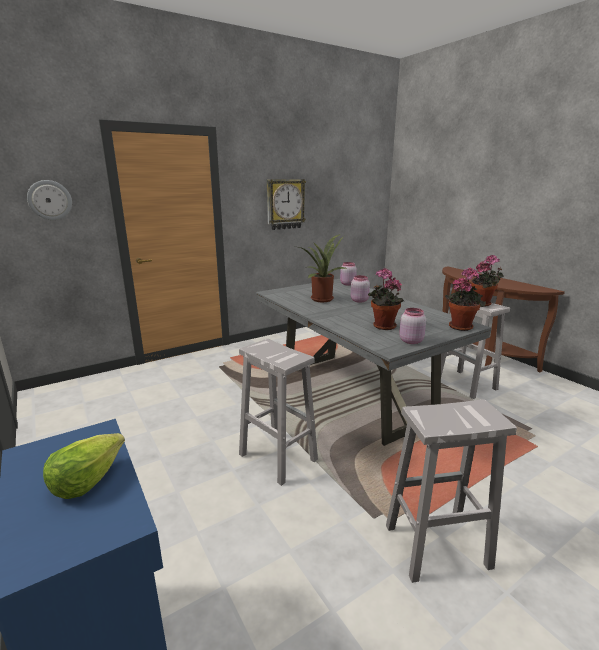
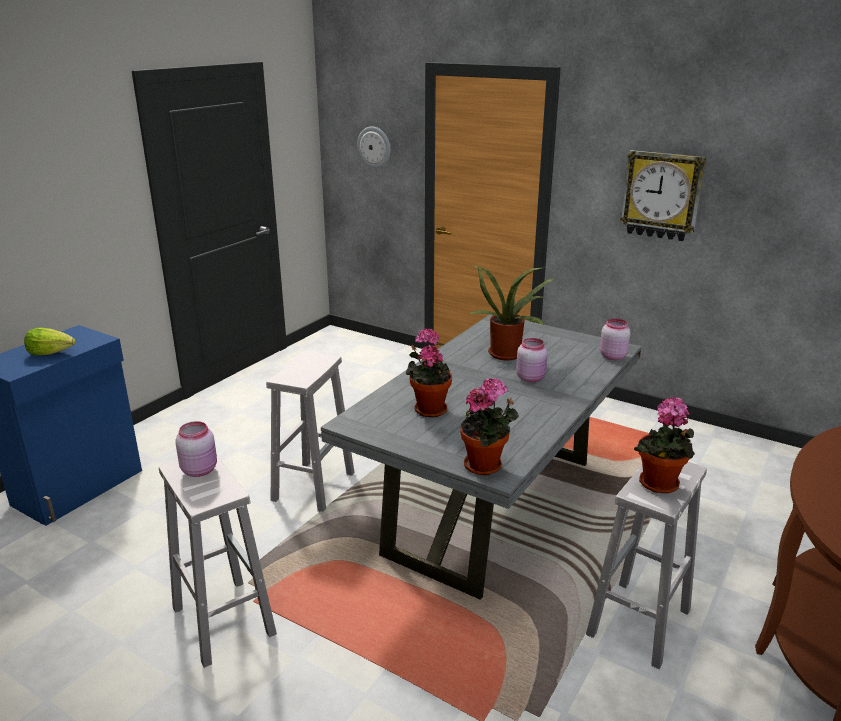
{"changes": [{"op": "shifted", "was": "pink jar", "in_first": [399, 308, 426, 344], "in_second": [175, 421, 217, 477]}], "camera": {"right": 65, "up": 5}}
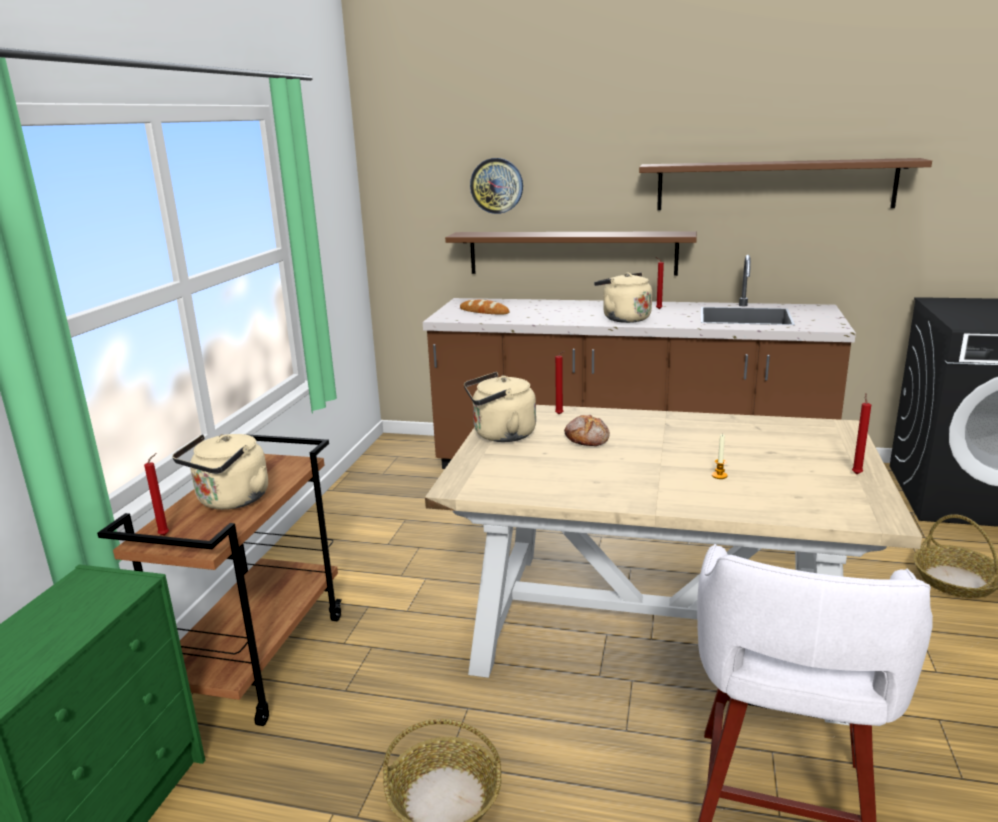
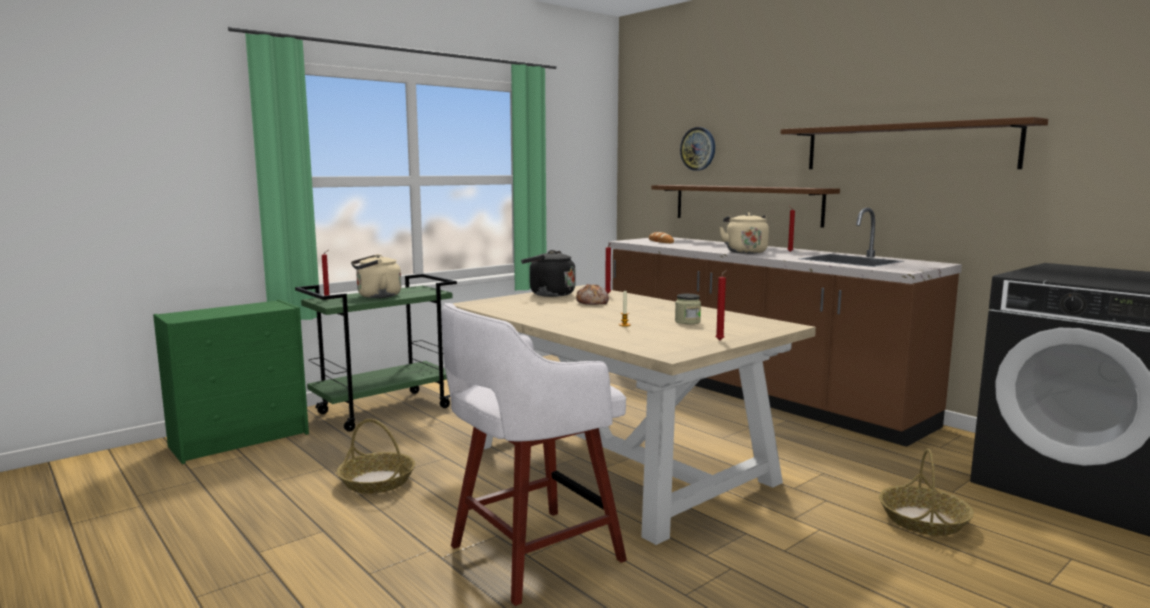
{"changes": [{"op": "repainted", "was": "beige kettle", "now": "black kettle", "in_first": [464, 372, 536, 442], "in_second": [521, 250, 575, 297]}, {"op": "repainted", "was": "brown cart", "now": "green cart", "in_first": [97, 434, 342, 726], "in_second": [295, 274, 457, 432]}, {"op": "new", "now": "jar", "in_second": [675, 294, 701, 324]}], "camera": {"right": 35, "up": -10}}
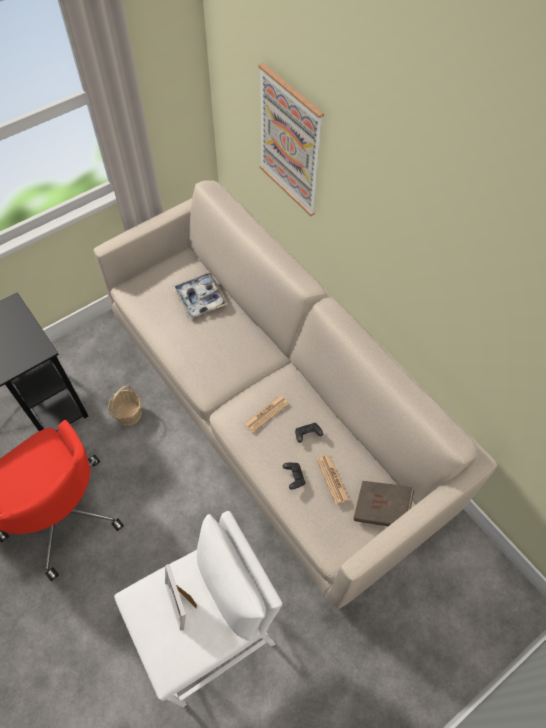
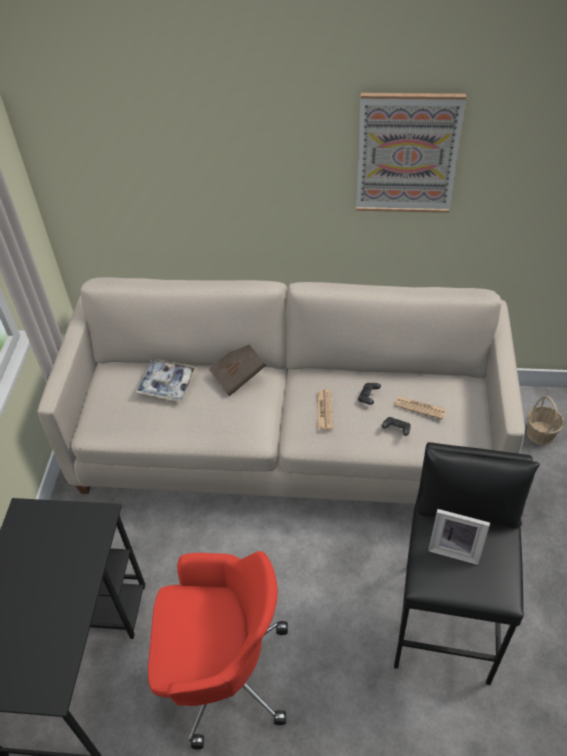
{"changes": [{"op": "shifted", "was": "picture", "in_first": [258, 63, 324, 216], "in_second": [356, 93, 466, 213]}, {"op": "shifted", "was": "basket", "in_first": [108, 385, 142, 426], "in_second": [526, 396, 564, 445]}, {"op": "shifted", "was": "brown book", "in_first": [354, 481, 414, 526], "in_second": [209, 345, 266, 396]}, {"op": "repainted", "was": "white stool", "now": "black stool", "in_first": [114, 511, 282, 707], "in_second": [394, 442, 540, 685]}], "camera": {"right": -45, "up": -10}}
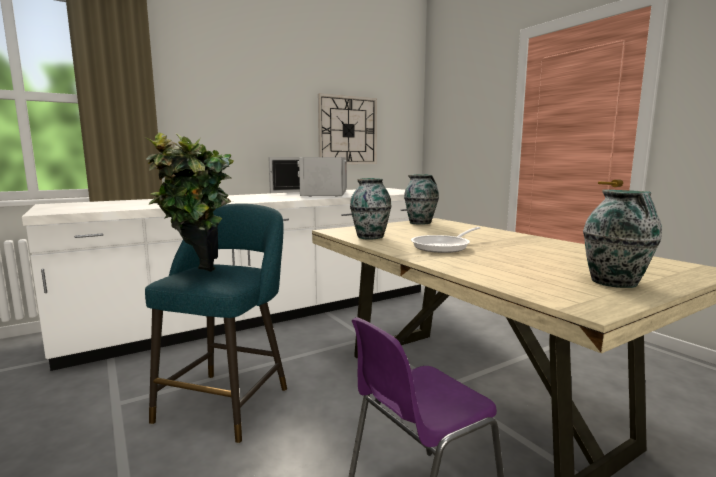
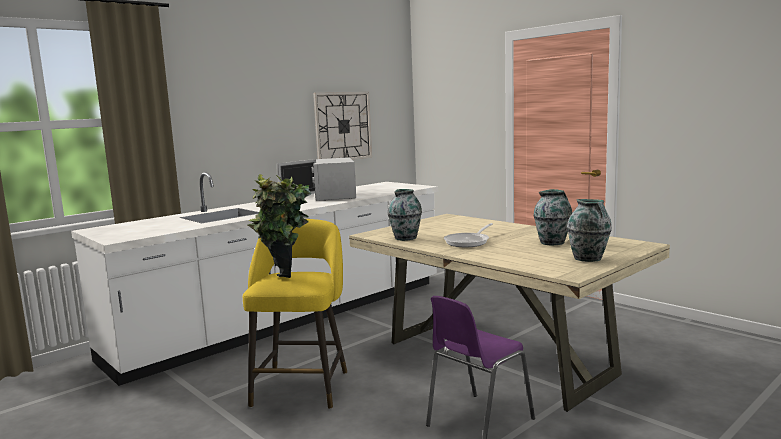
{"changes": [{"op": "shifted", "was": "vase", "in_first": [404, 174, 439, 224], "in_second": [534, 189, 572, 245]}, {"op": "repainted", "was": "turquoise stool", "now": "yellow stool", "in_first": [145, 203, 287, 444], "in_second": [243, 219, 347, 409]}], "camera": {"right": -10, "up": 0}}
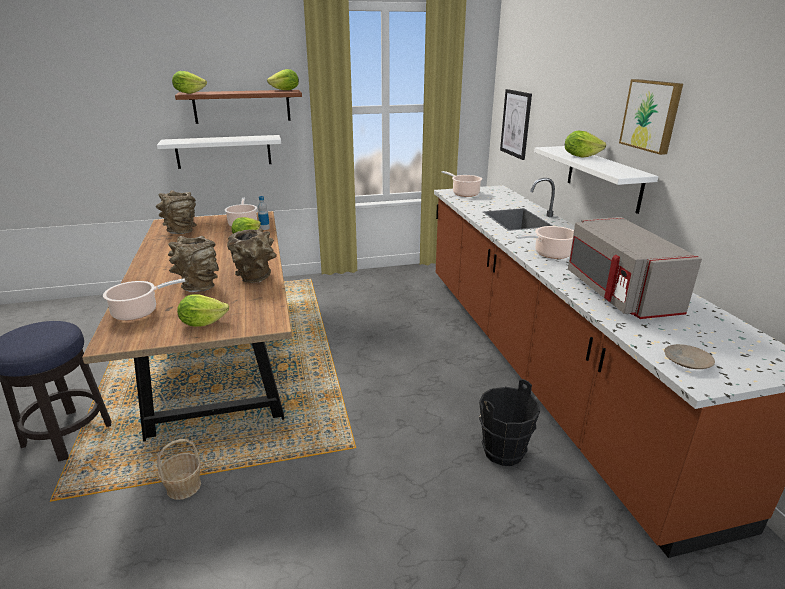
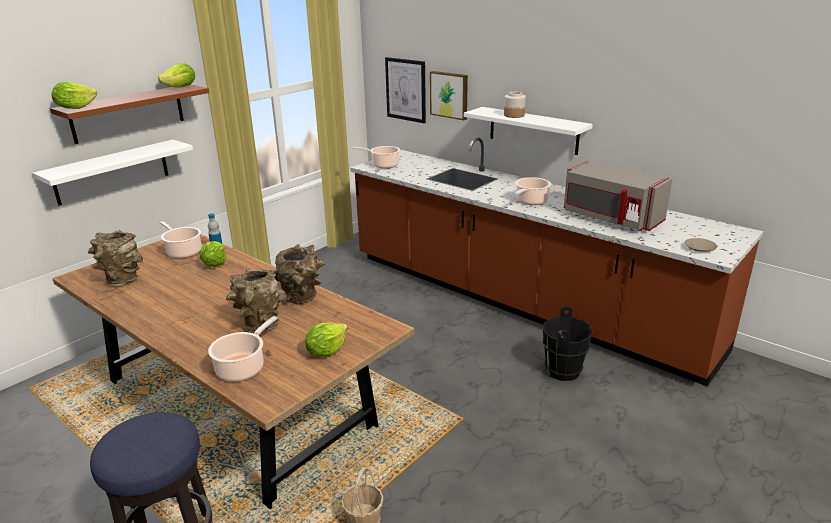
{"changes": [{"op": "shifted", "was": "picture", "in_first": [619, 79, 683, 155], "in_second": [430, 71, 468, 120]}, {"op": "swapped", "was": "lettuce", "now": "jar", "in_first": [565, 131, 606, 158], "in_second": [504, 91, 526, 118]}], "camera": {"right": -35, "up": 0}}
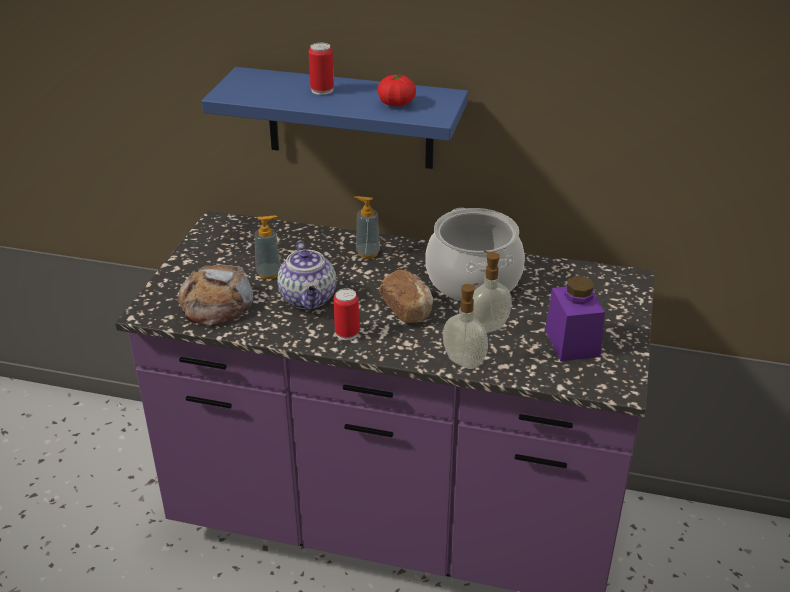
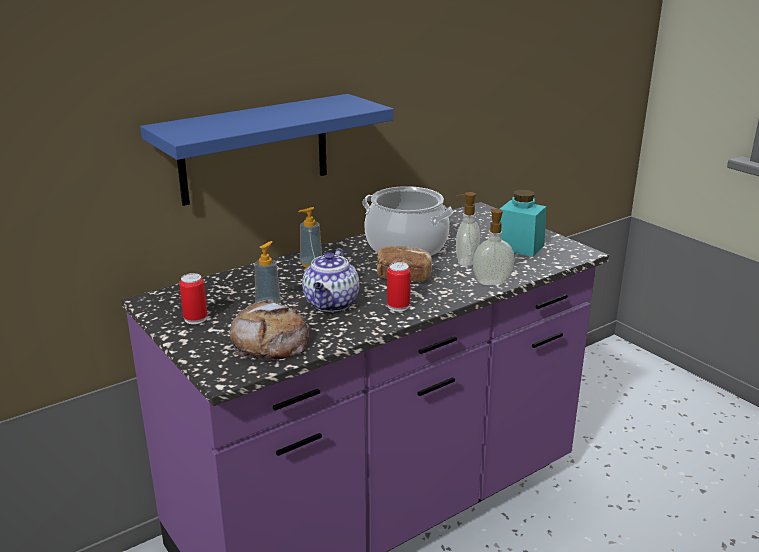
{"changes": [{"op": "shifted", "was": "can", "in_first": [309, 43, 334, 95], "in_second": [179, 273, 207, 324]}, {"op": "gone", "was": "tomato", "in_first": [378, 75, 416, 107]}, {"op": "rotated", "was": "teapot", "in_first": [277, 240, 336, 310], "in_second": [302, 248, 359, 312], "clockwise": 75}, {"op": "repainted", "was": "purple jar", "now": "turquoise jar", "in_first": [545, 276, 605, 361], "in_second": [500, 190, 546, 257]}], "camera": {"right": -50, "up": -10}}
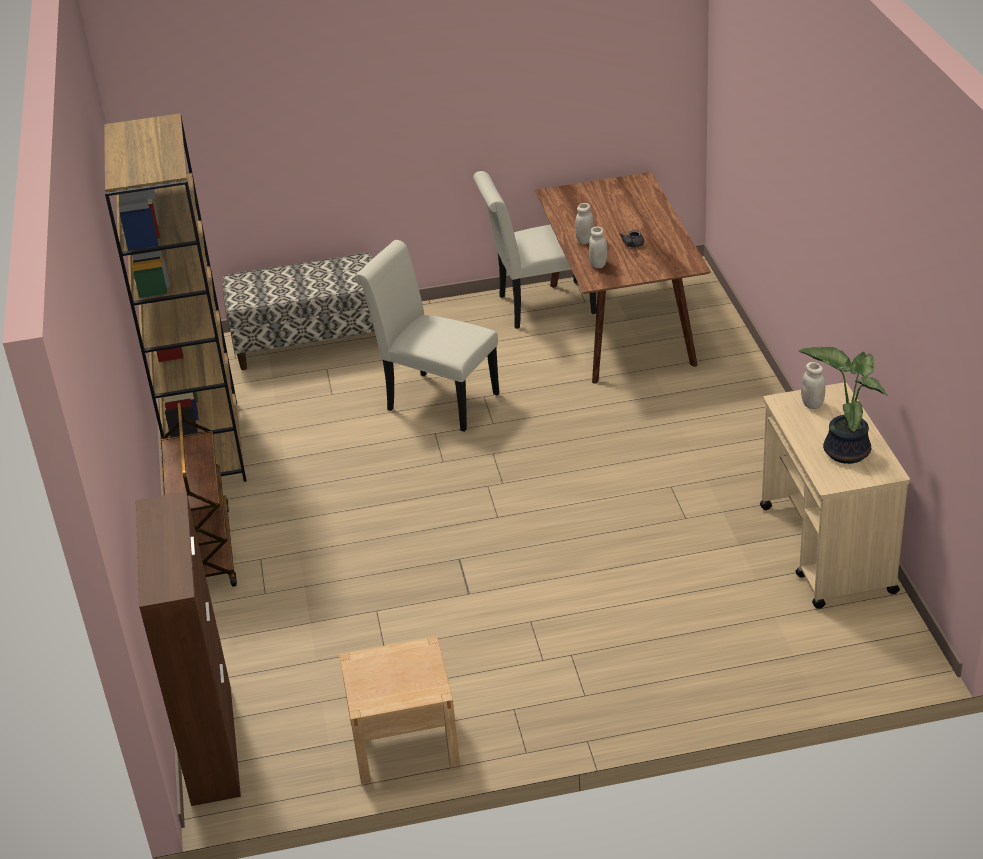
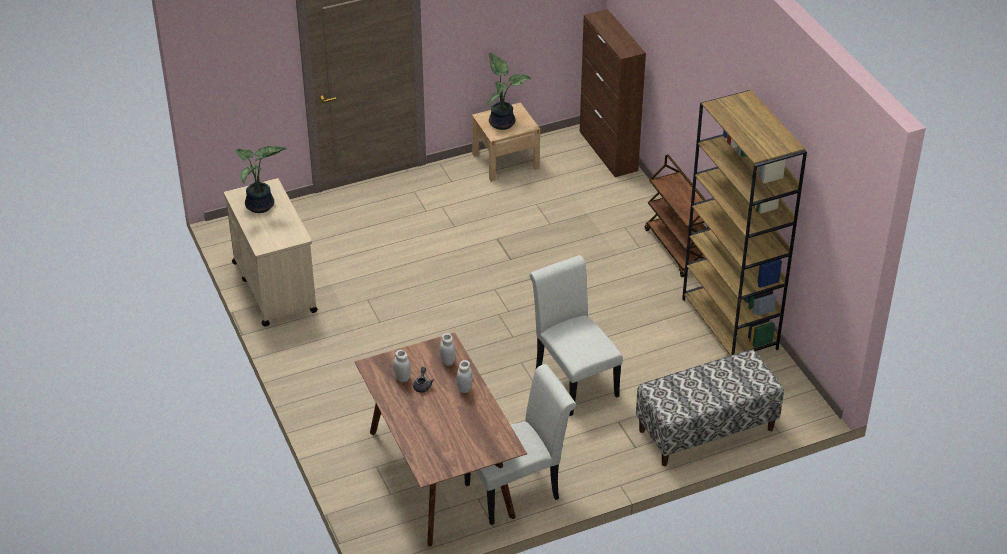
{"changes": [{"op": "rotated", "was": "white chair", "in_first": [354, 240, 499, 432], "in_second": [529, 255, 623, 416], "clockwise": -135}, {"op": "shifted", "was": "white jar", "in_first": [801, 362, 825, 409], "in_second": [393, 350, 411, 382]}, {"op": "new", "now": "potted plant", "in_second": [485, 53, 531, 130]}], "camera": {"right": 165, "up": 5}}
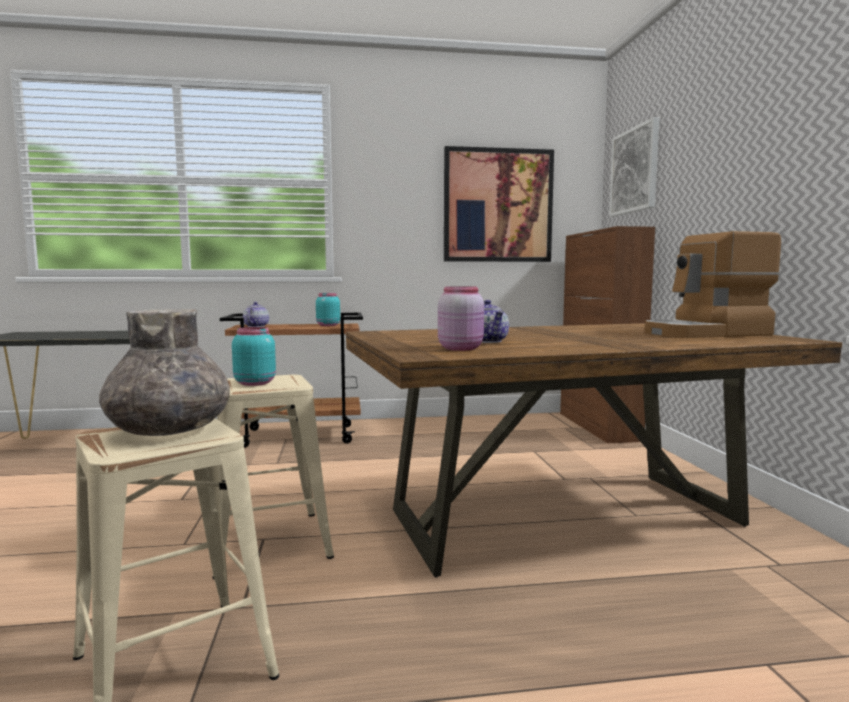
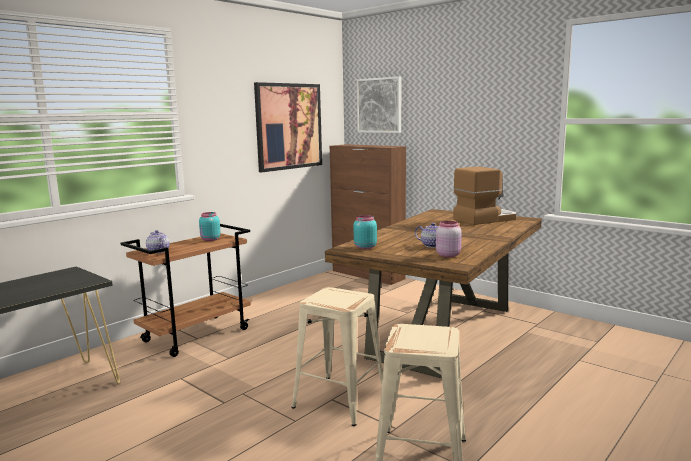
{"changes": [{"op": "rotated", "was": "coffee machine", "in_first": [644, 231, 781, 338], "in_second": [453, 167, 516, 225], "clockwise": -150}, {"op": "gone", "was": "grey vase", "in_first": [99, 309, 230, 436]}, {"op": "shifted", "was": "turquoise jar", "in_first": [232, 327, 276, 386], "in_second": [353, 215, 377, 249]}], "camera": {"right": -40, "up": 5}}
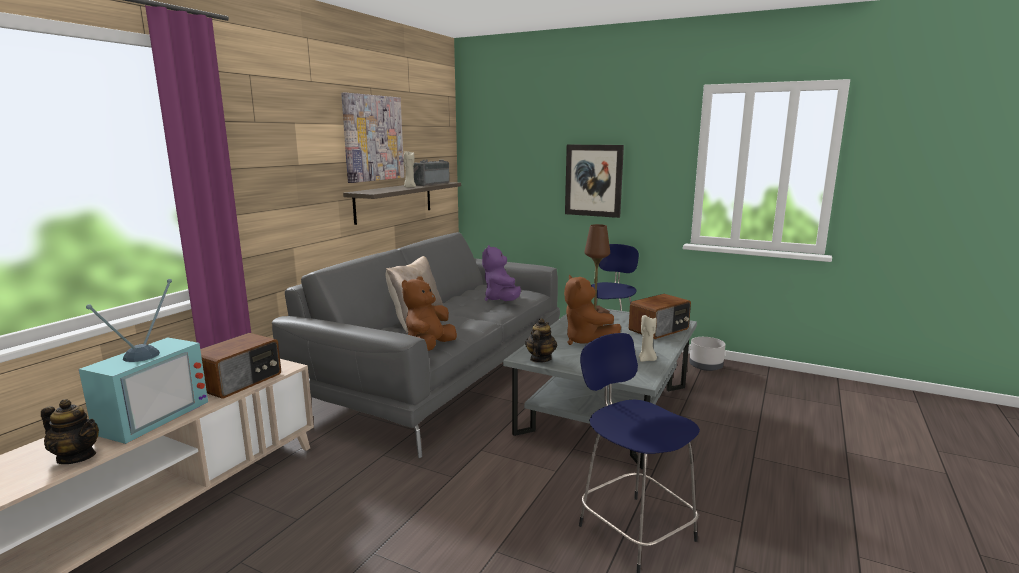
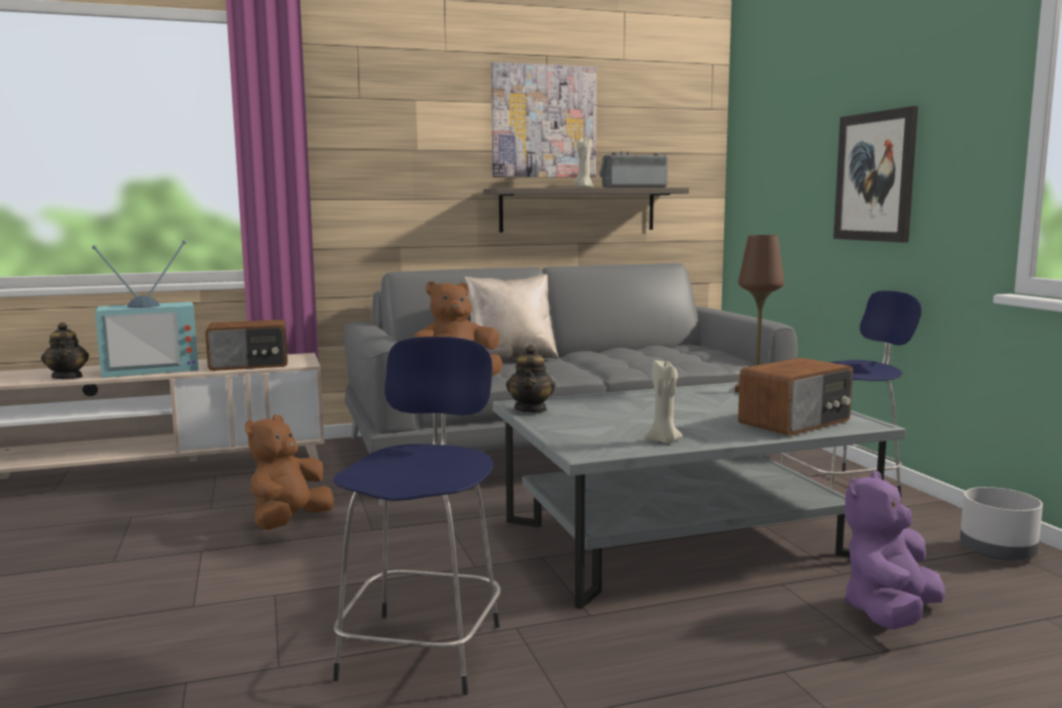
{"changes": [{"op": "shifted", "was": "purple plush toy", "in_first": [482, 245, 521, 301], "in_second": [844, 471, 945, 630]}, {"op": "shifted", "was": "brown plush toy", "in_first": [564, 275, 621, 345], "in_second": [245, 415, 334, 530]}, {"op": "rotated", "was": "radio", "in_first": [629, 294, 691, 339], "in_second": [738, 358, 853, 436], "clockwise": -45}, {"op": "rotated", "was": "teapot", "in_first": [525, 318, 557, 363], "in_second": [506, 345, 555, 413], "clockwise": 120}], "camera": {"right": 45, "up": -5}}
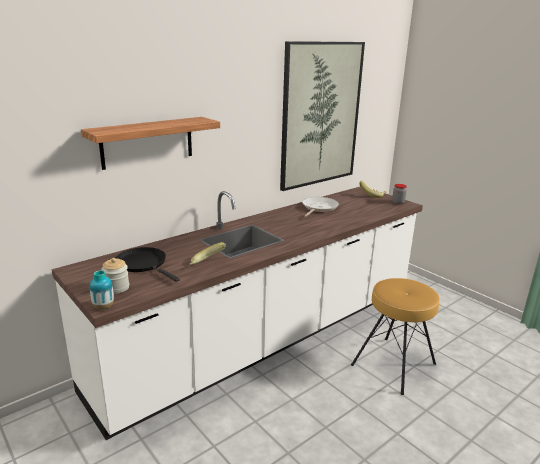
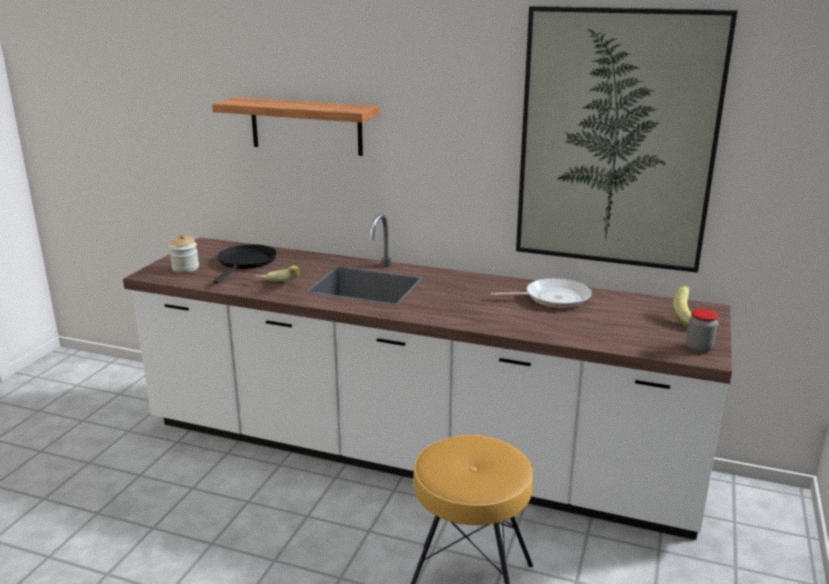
{"changes": [{"op": "gone", "was": "vase", "in_first": [90, 270, 114, 310]}], "camera": {"right": 60, "up": 0}}
